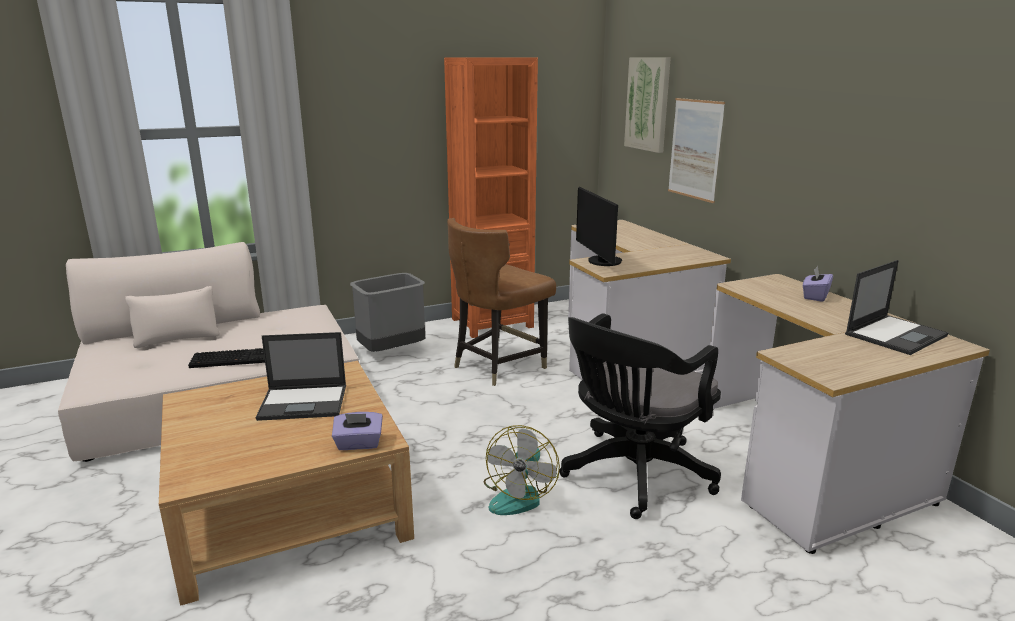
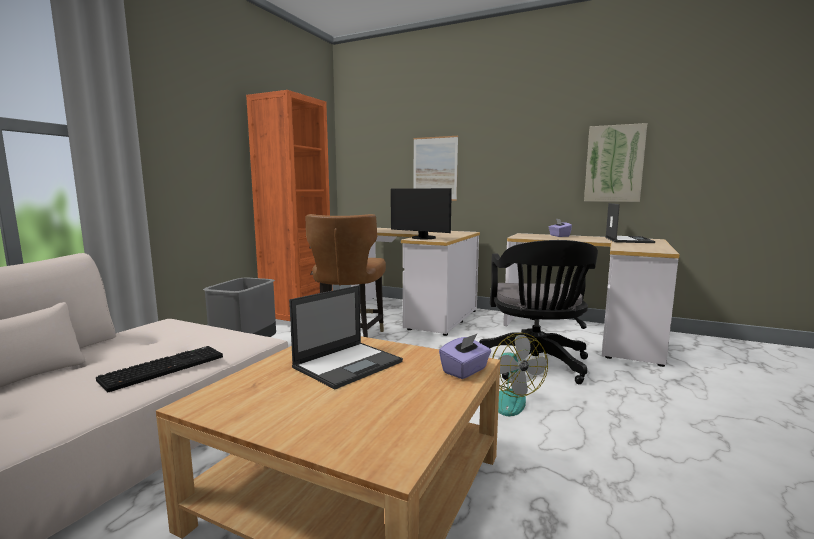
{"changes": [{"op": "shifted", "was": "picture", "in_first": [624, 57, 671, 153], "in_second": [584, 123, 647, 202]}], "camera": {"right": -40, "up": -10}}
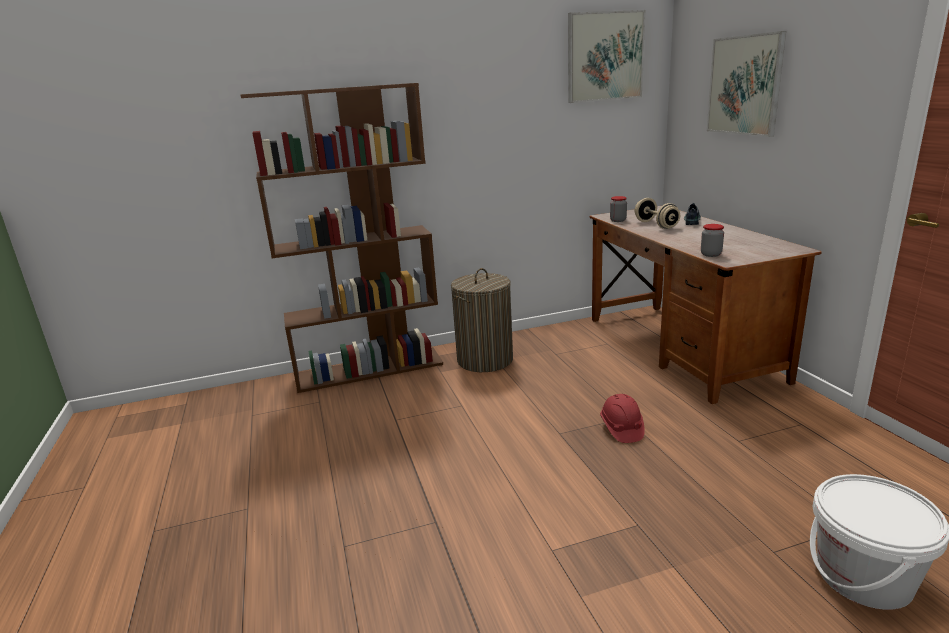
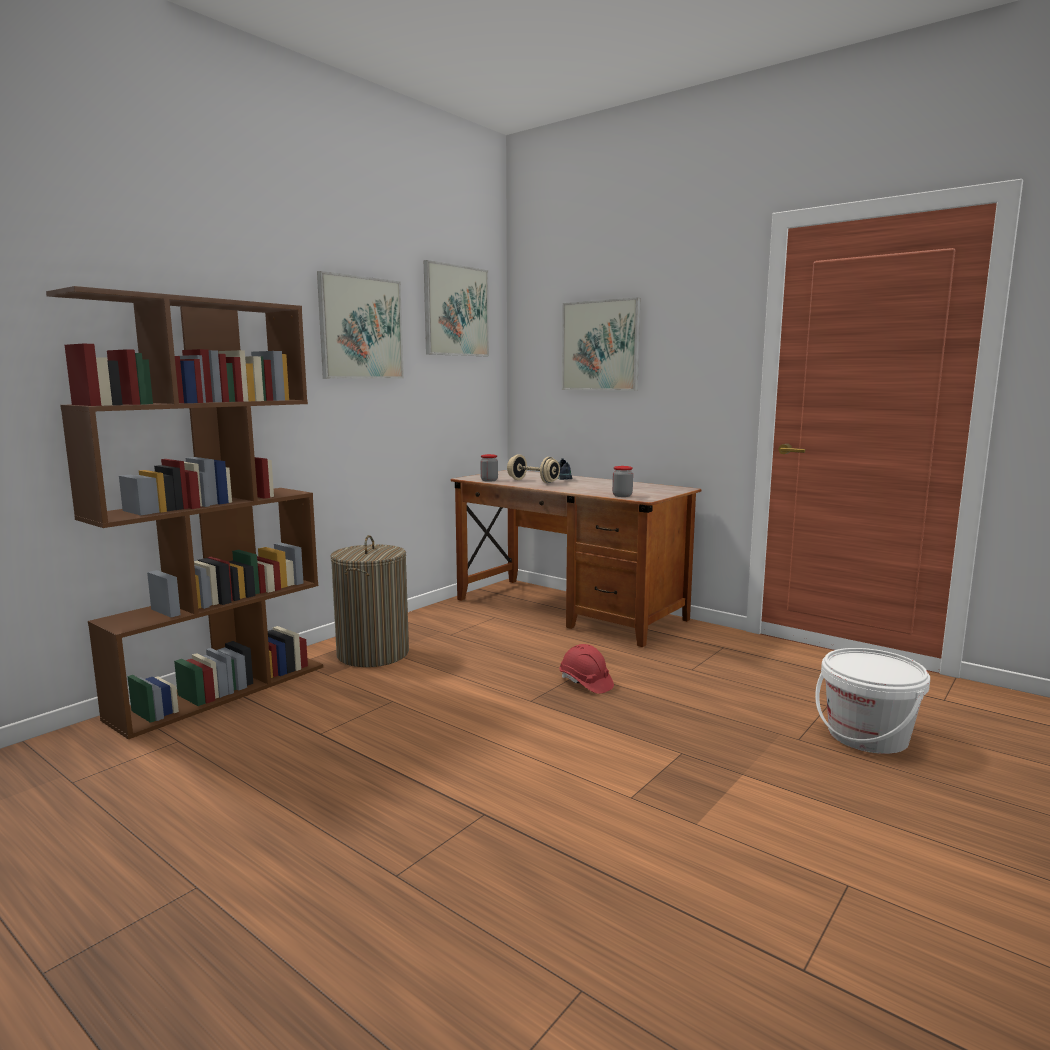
{"changes": [{"op": "new", "now": "picture", "in_second": [317, 271, 404, 379]}], "camera": {"right": -35, "up": -10}}
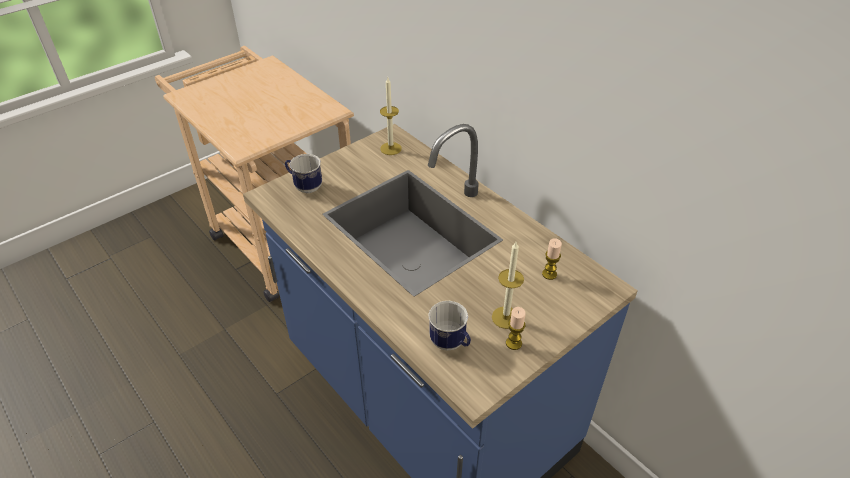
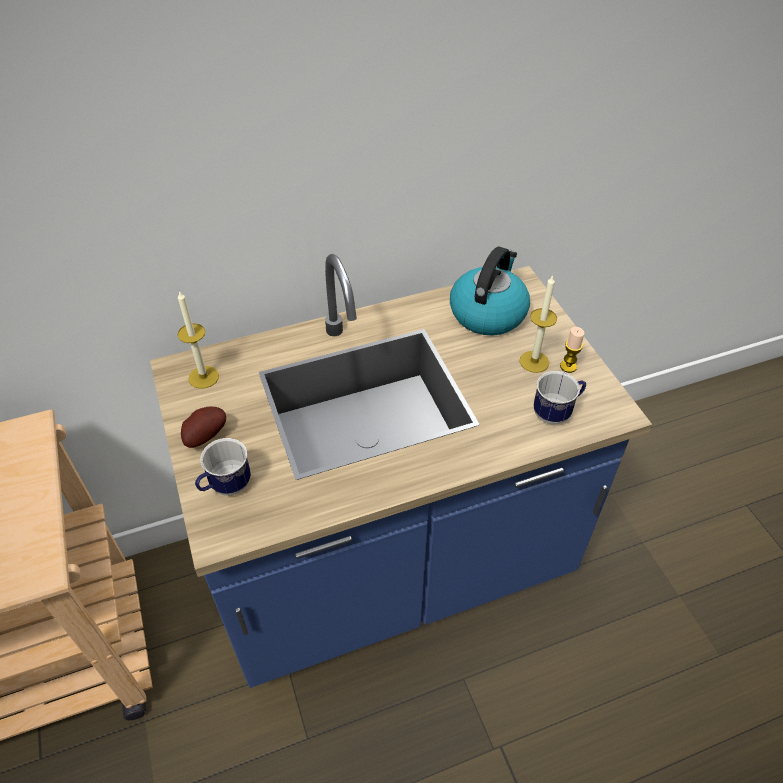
{"changes": [{"op": "swapped", "was": "candle", "now": "kettle", "in_first": [542, 238, 562, 280], "in_second": [450, 247, 530, 335]}, {"op": "new", "now": "potato", "in_second": [181, 406, 226, 448]}], "camera": {"right": -70, "up": 5}}
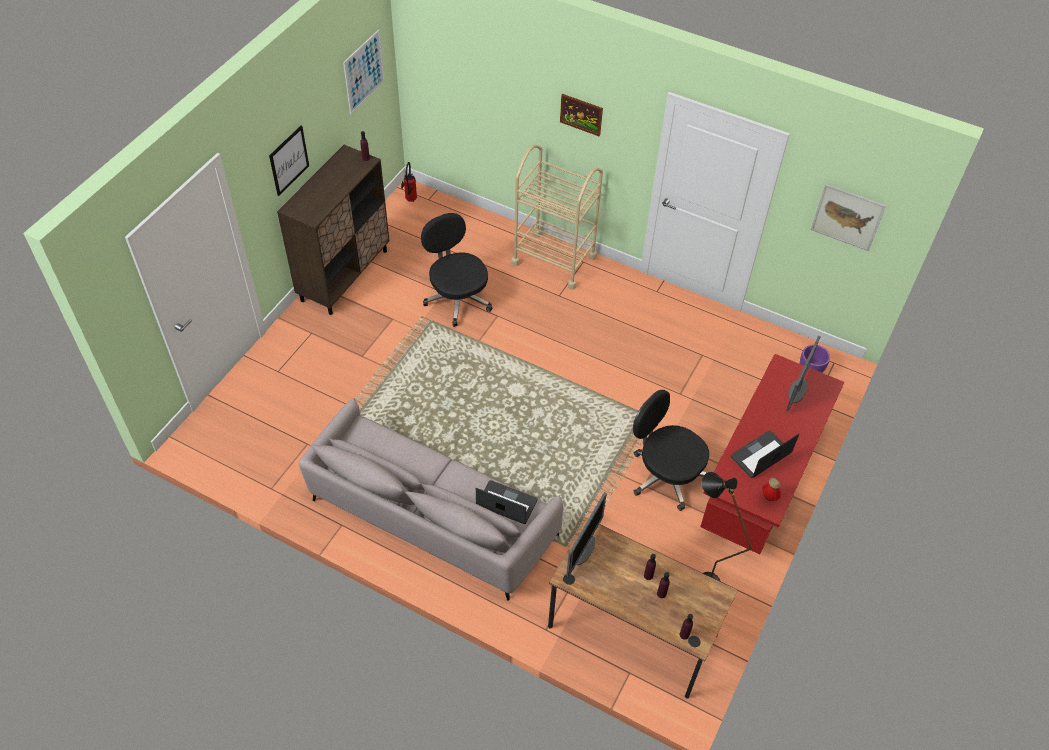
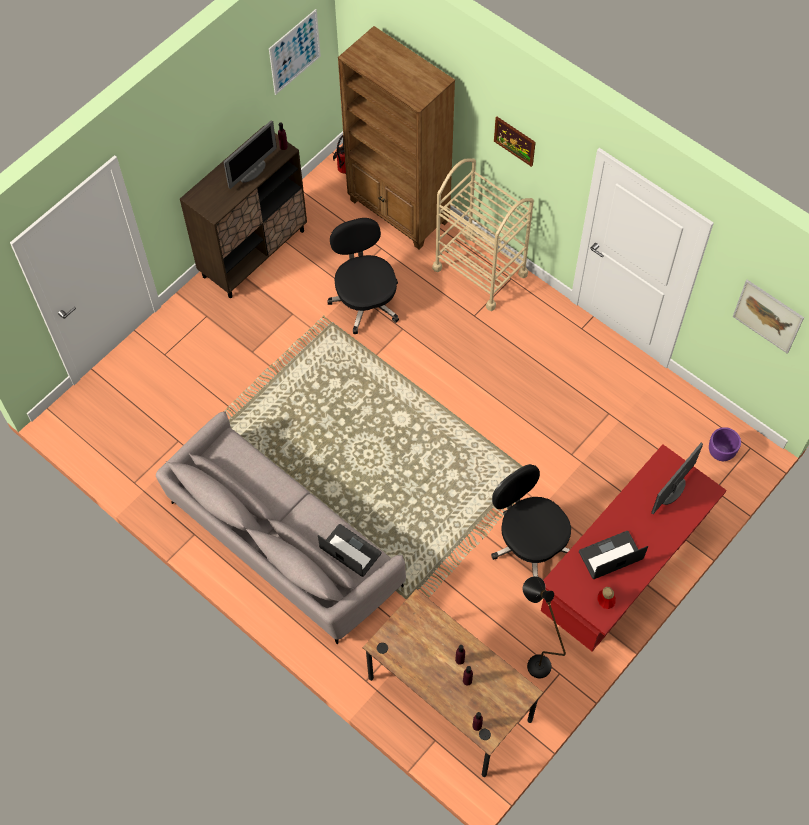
{"changes": [{"op": "gone", "was": "picture", "in_first": [269, 126, 309, 196]}, {"op": "shifted", "was": "monitor", "in_first": [566, 492, 607, 577], "in_second": [224, 120, 277, 189]}, {"op": "new", "now": "brown bookcase", "in_second": [338, 26, 455, 249]}], "camera": {"right": 15, "up": 10}}
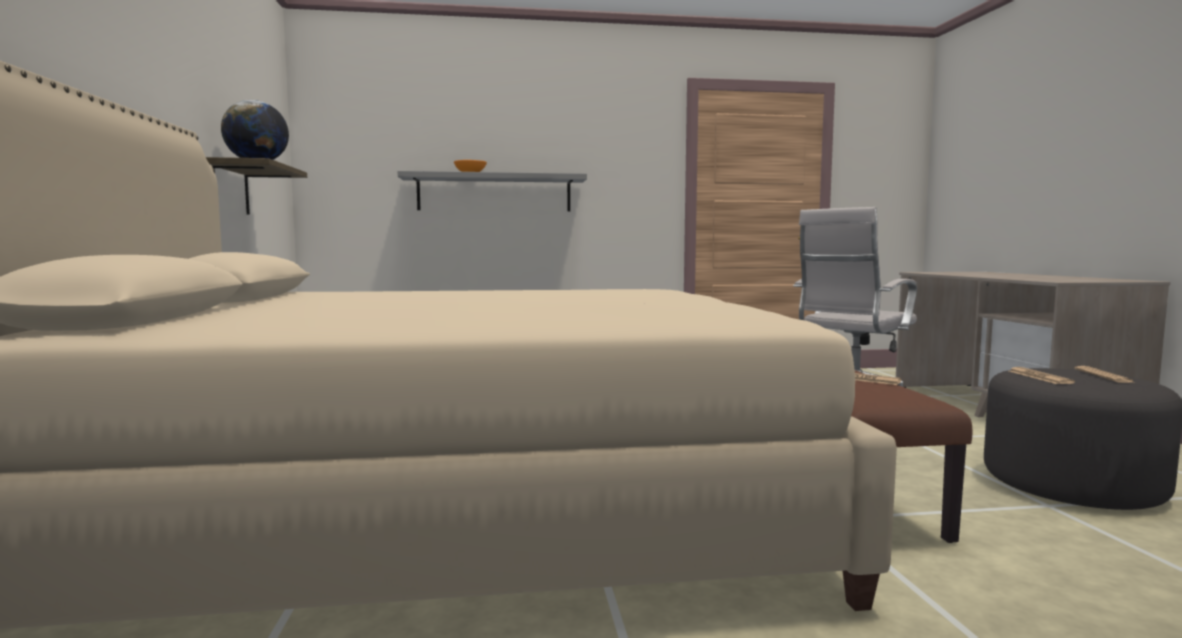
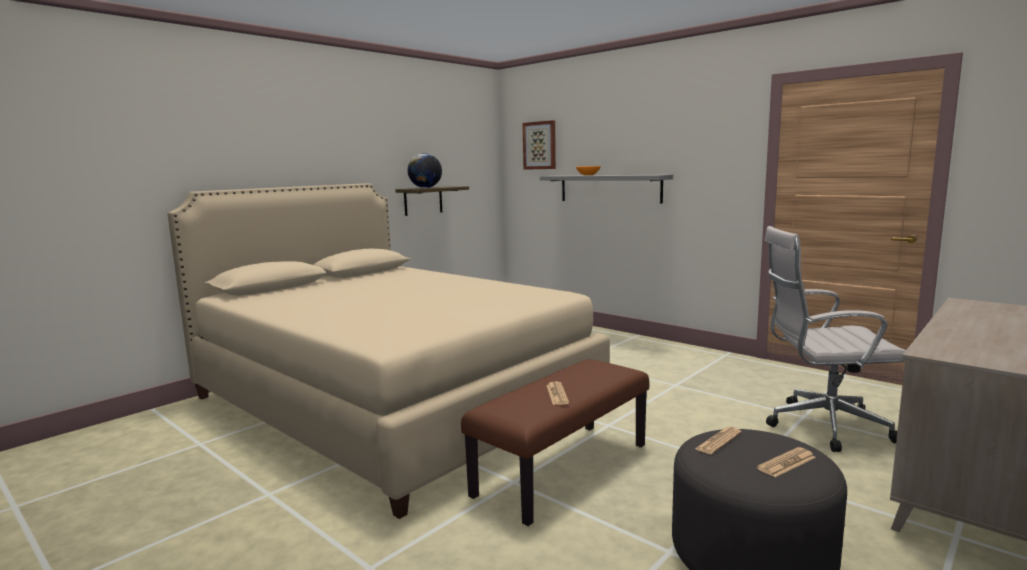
{"changes": [{"op": "new", "now": "picture", "in_second": [522, 120, 556, 170]}], "camera": {"right": 50, "up": 5}}
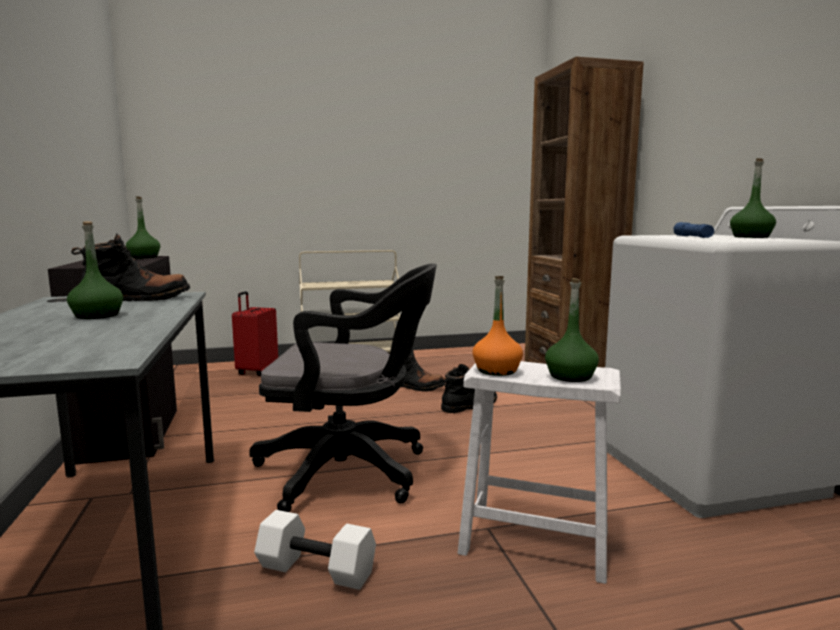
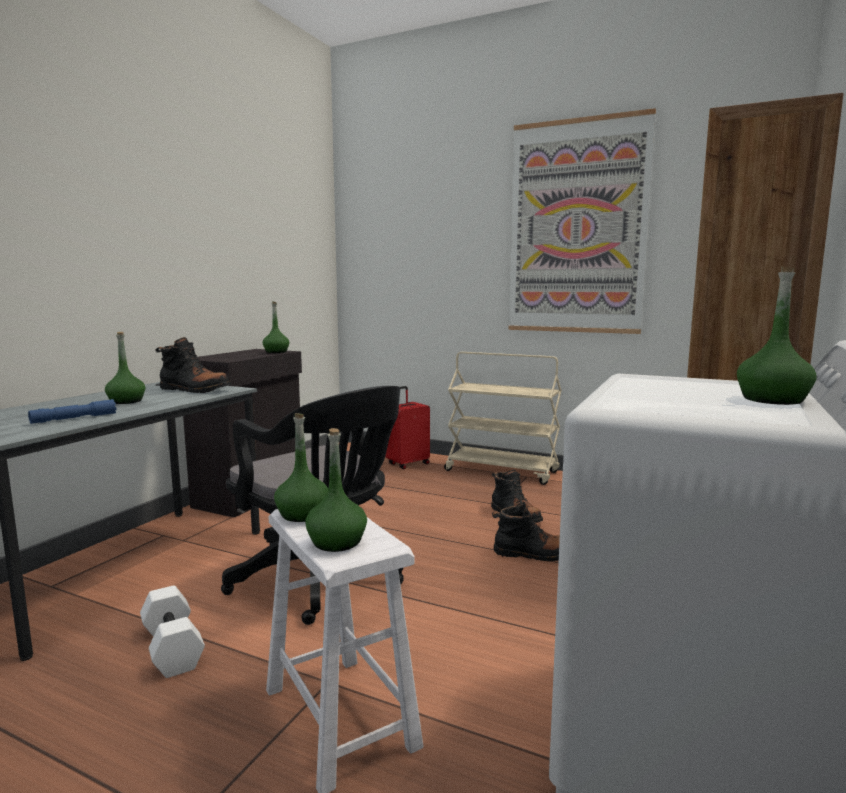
{"changes": [{"op": "shifted", "was": "blue flashlight", "in_first": [673, 222, 714, 238], "in_second": [28, 399, 116, 424]}, {"op": "repainted", "was": "orange bottle", "now": "green bottle", "in_first": [472, 276, 523, 376], "in_second": [274, 413, 328, 522]}, {"op": "new", "now": "picture", "in_second": [508, 108, 656, 334]}], "camera": {"right": 40, "up": 0}}
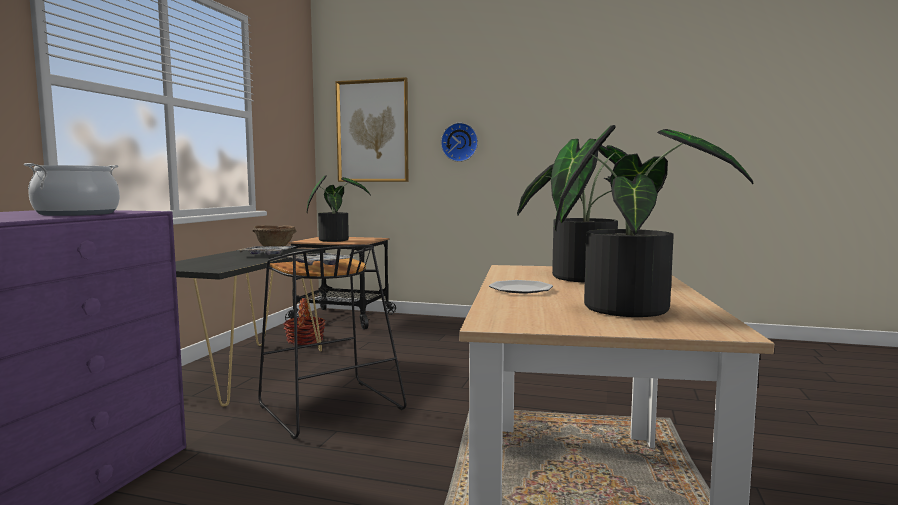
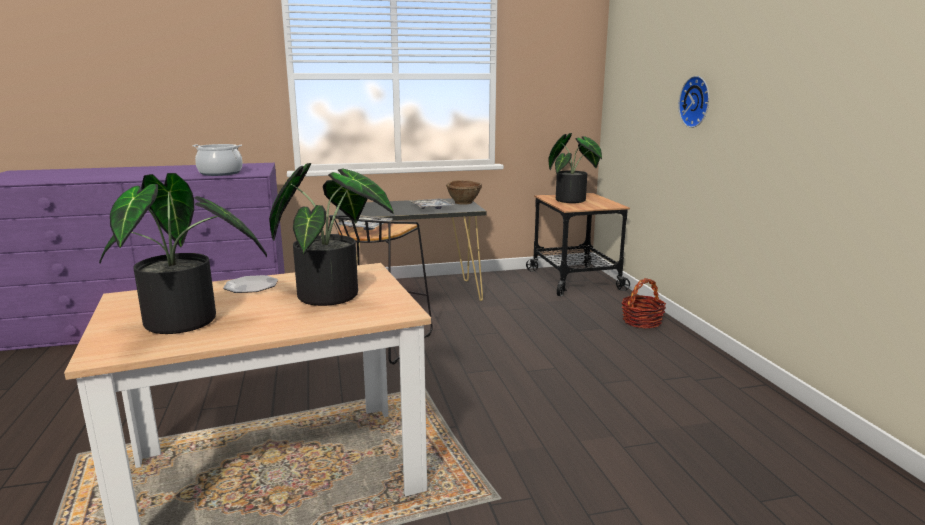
{"changes": [{"op": "gone", "was": "picture", "in_first": [336, 77, 408, 182]}, {"op": "shifted", "was": "basket", "in_first": [283, 298, 325, 345], "in_second": [622, 278, 666, 328]}], "camera": {"right": 60, "up": 10}}
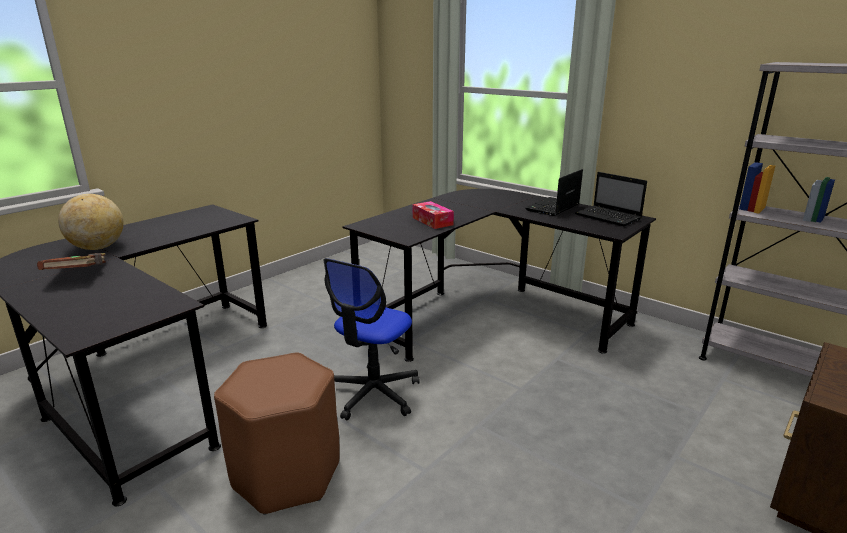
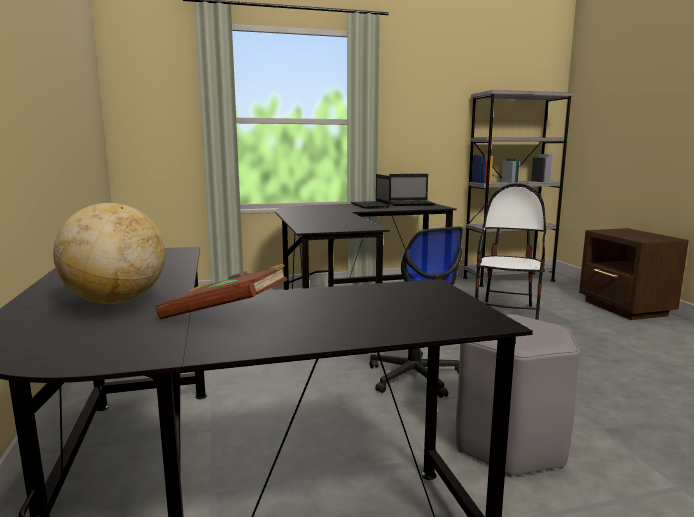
{"changes": [{"op": "gone", "was": "tissue box", "in_first": [413, 201, 454, 229]}, {"op": "repainted", "was": "brown stool", "now": "grey stool", "in_first": [214, 353, 340, 515], "in_second": [456, 314, 580, 477]}, {"op": "new", "now": "chair", "in_second": [475, 184, 546, 320]}], "camera": {"right": -55, "up": -10}}
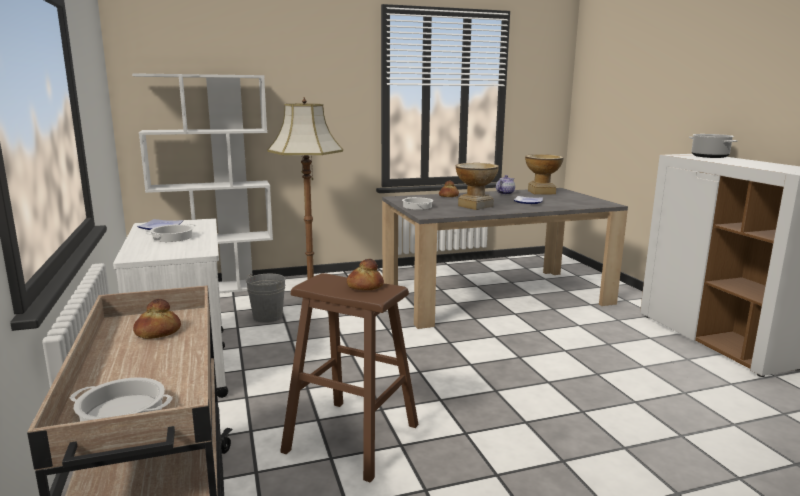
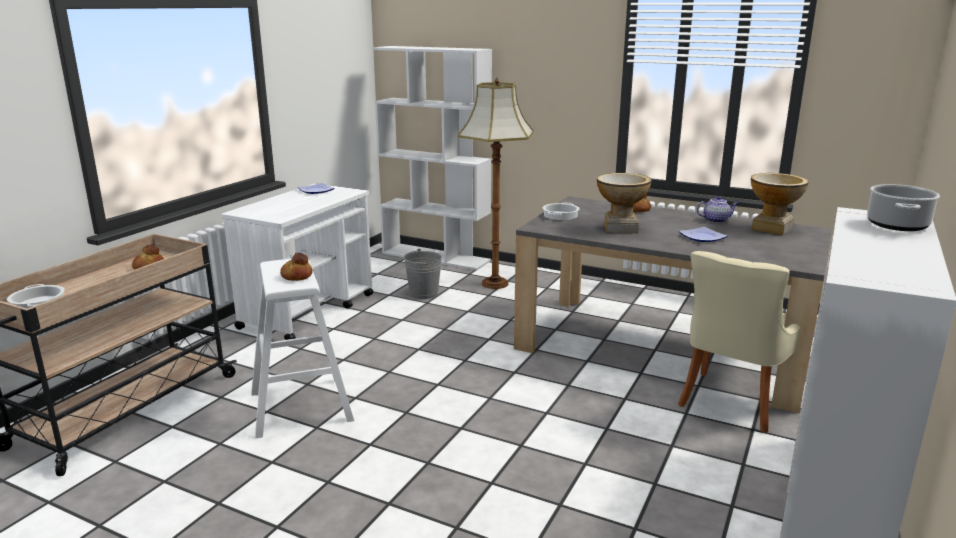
{"changes": [{"op": "gone", "was": "cooking pot", "in_first": [146, 224, 196, 242]}, {"op": "repainted", "was": "brown stool", "now": "white stool", "in_first": [280, 273, 419, 483], "in_second": [251, 258, 354, 438]}, {"op": "new", "now": "beige chair", "in_second": [678, 251, 800, 433]}], "camera": {"right": 45, "up": 5}}
